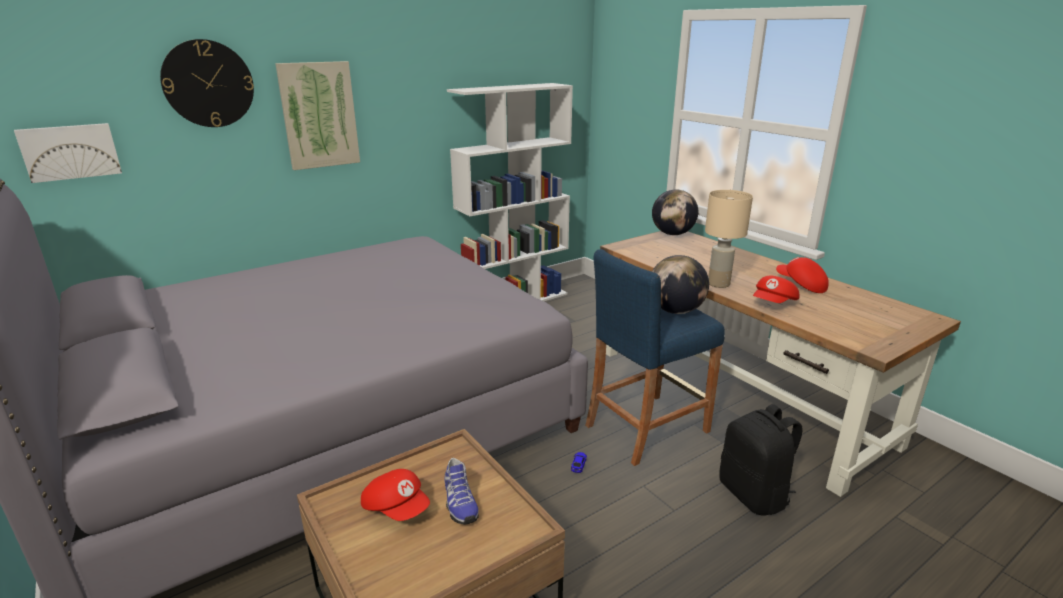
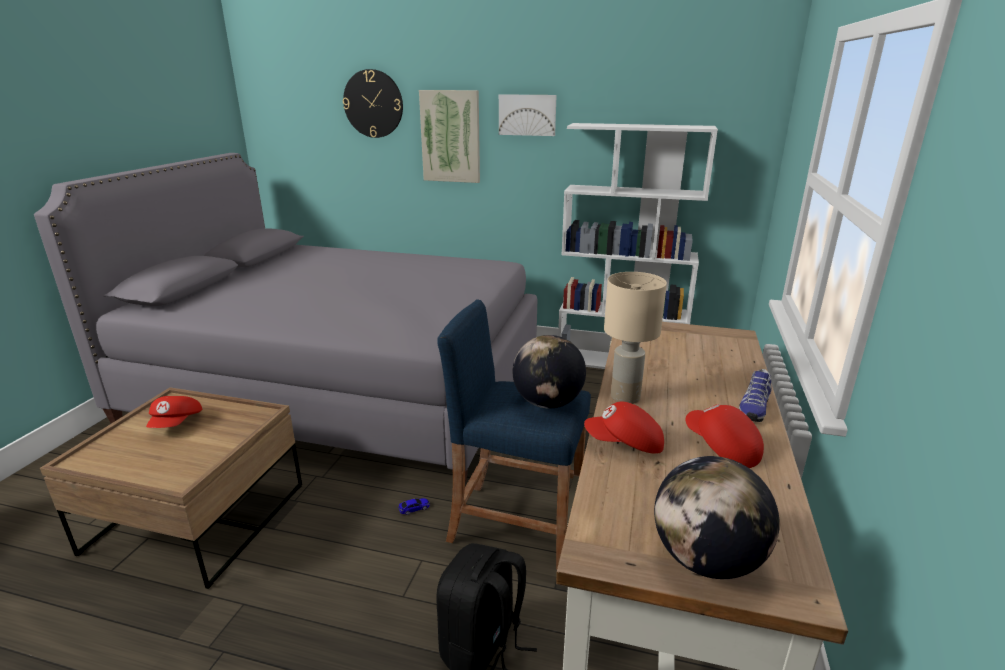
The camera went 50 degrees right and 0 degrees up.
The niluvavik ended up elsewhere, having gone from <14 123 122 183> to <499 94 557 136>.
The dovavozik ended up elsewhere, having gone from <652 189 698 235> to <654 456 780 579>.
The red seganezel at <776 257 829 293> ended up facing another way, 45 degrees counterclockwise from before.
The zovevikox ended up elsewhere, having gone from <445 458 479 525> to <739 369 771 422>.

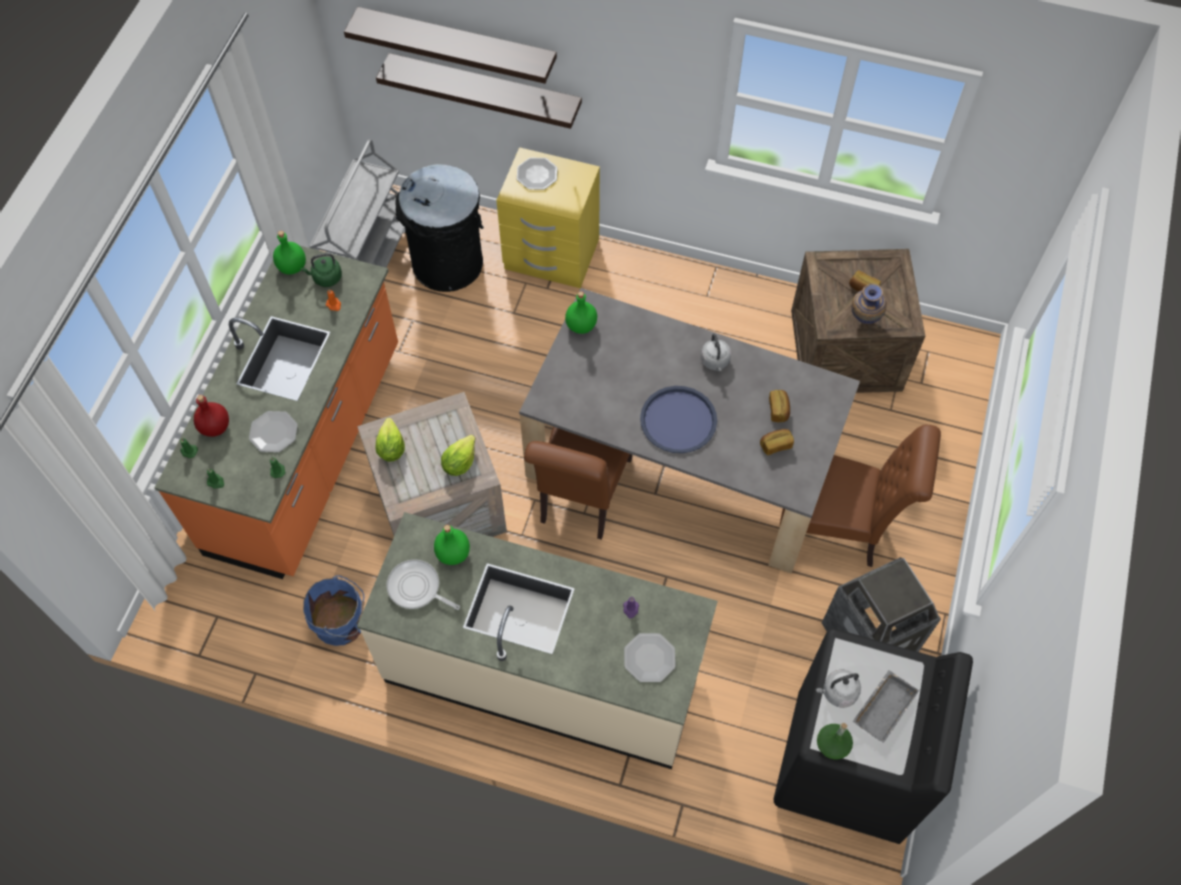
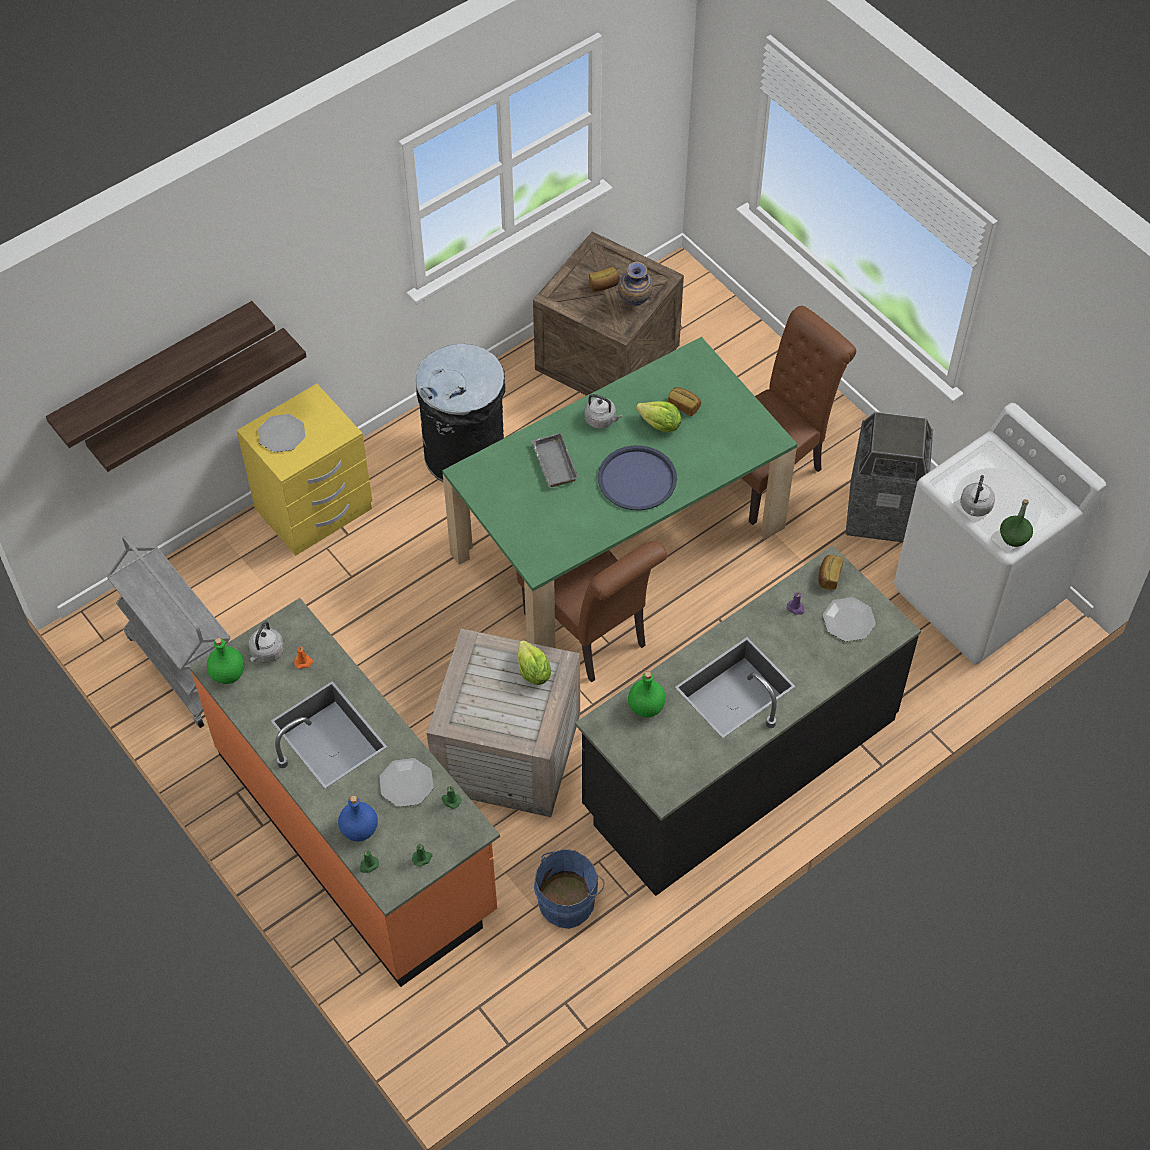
The camera went 55 degrees left and 5 degrees down.
The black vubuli ended up elsewhere, having gone from <395 164 484 292> to <416 344 506 482>.
What was the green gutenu at <301 253 342 287> turned into the grey gutenu at <249 621 284 663>.
What was the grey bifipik at <519 288 860 574> turned into the green bifipik at <442 337 797 648>.
The second view lost the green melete at <565 291 597 334>.
What was the red melete at <194 395 229 437> turned into the blue melete at <338 795 378 842>.
The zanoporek ended up elsewhere, having gone from <375 418 405 462> to <636 401 682 432>.
The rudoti ended up elsewhere, having gone from <760 429 794 455> to <818 555 843 590>.
What was the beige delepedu at <357 512 718 769> turned into the black delepedu at <575 545 921 896>.
The second view lost the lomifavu at <386 559 460 610>.
What was the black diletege at <774 628 973 844> turned into the white diletege at <894 403 1106 665>.
The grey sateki ended up elsewhere, having gone from <853 670 919 743> to <531 433 579 487>.

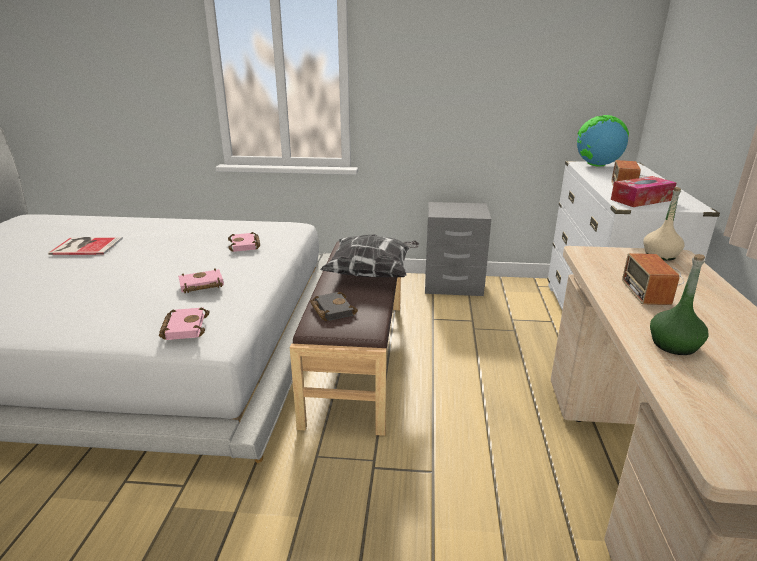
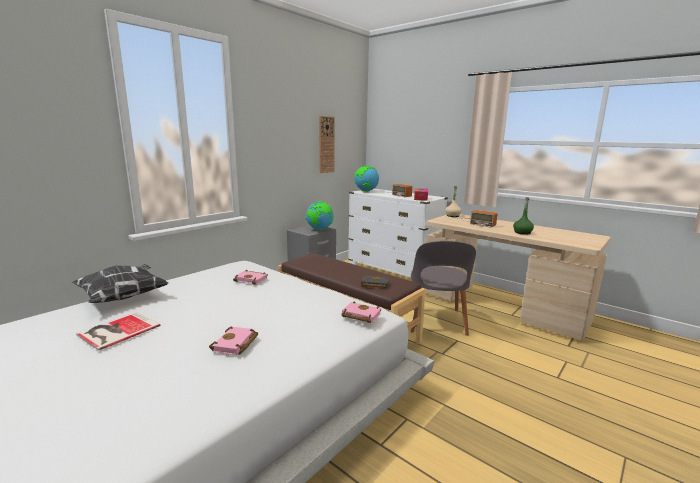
The camera went 55 degrees left and 10 degrees down.
The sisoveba ended up elsewhere, having gone from <320 234 419 277> to <71 264 168 303>.
The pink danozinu ended up elsewhere, having gone from <178 268 224 293> to <209 327 258 355>.
The second view gained the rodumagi at <319 116 335 173>.
The second view gained the dovavozik at <306 201 334 230>.
The second view gained the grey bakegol at <411 241 476 336>.

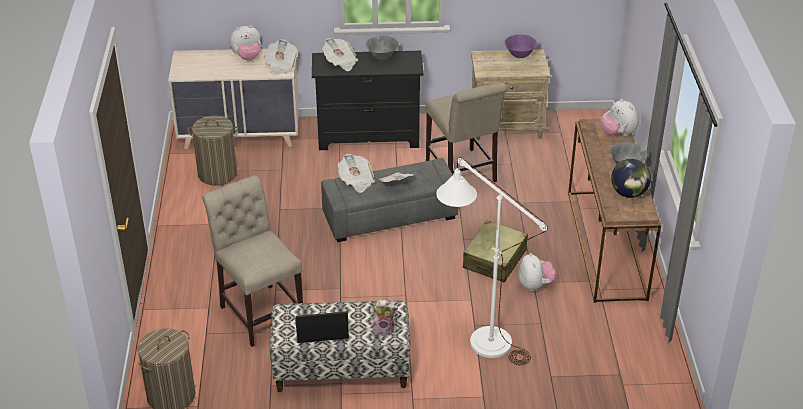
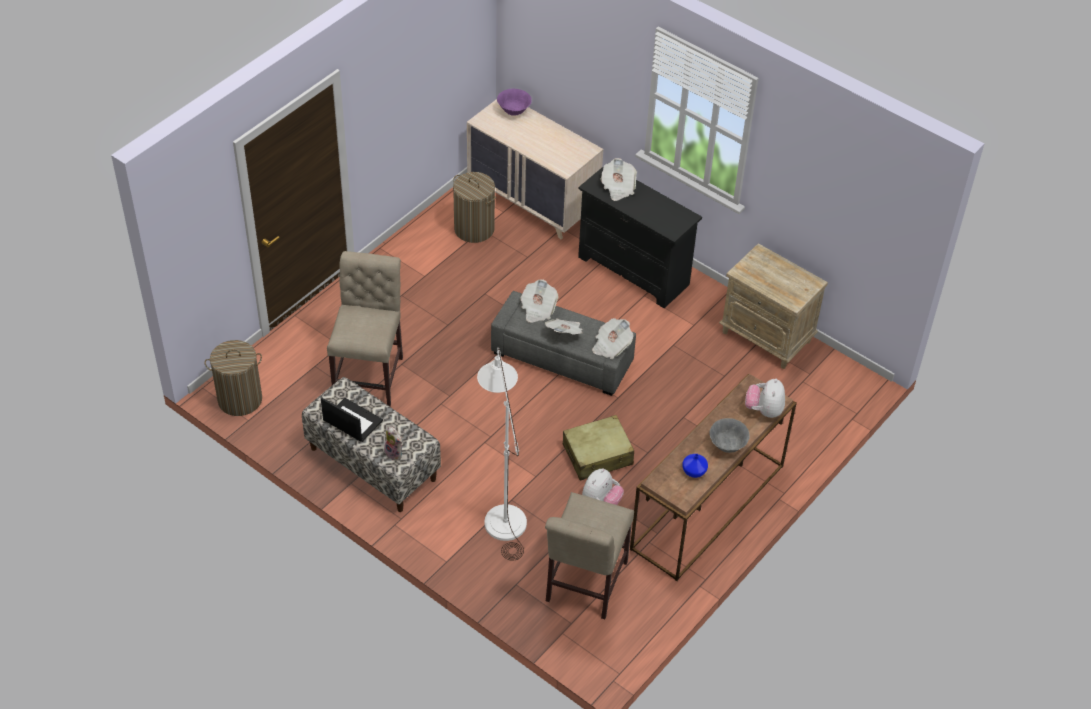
The camera went 40 degrees right and 10 degrees up.
The second view lost the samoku at <229 25 261 61>.
The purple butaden ended up elsewhere, having gone from <505 35 537 58> to <497 89 532 116>.
The second view lost the grey butaden at <366 36 399 60>.
The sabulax ended up elsewhere, having gone from <264 39 298 75> to <592 318 633 359>.
The beige bakegol ended up elsewhere, having gone from <426 83 507 182> to <545 492 634 619>.
Where the dovavozik stood at <611 159 651 198>, the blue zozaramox came to stand at <682 454 708 478>.

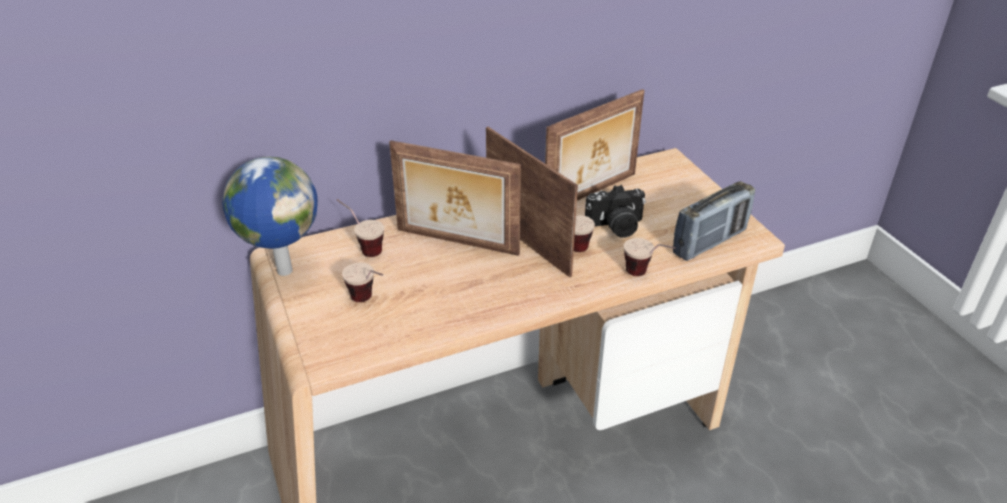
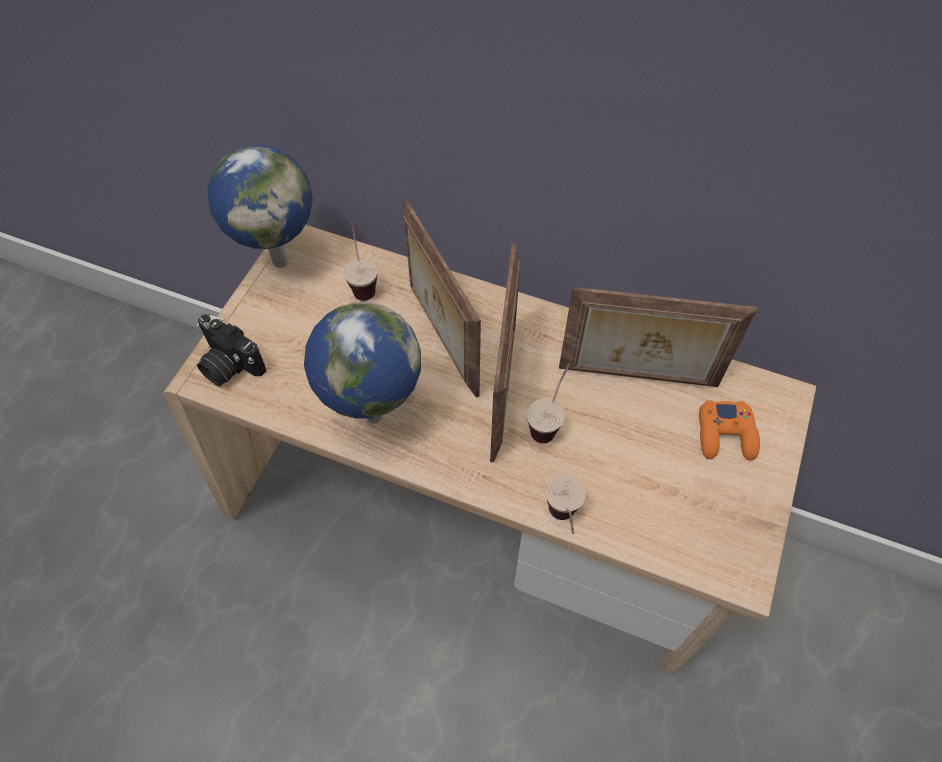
The camera went 45 degrees right and 20 degrees up.
The second view lost the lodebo at <673 181 755 261>.
The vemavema ended up elsewhere, having gone from <585 185 646 237> to <196 314 266 386>.
The second view lost the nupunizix at <342 263 383 302>.
The second view gained the dovavozik at <304 302 421 424>.
The second view gained the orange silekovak at <699 400 760 460>.

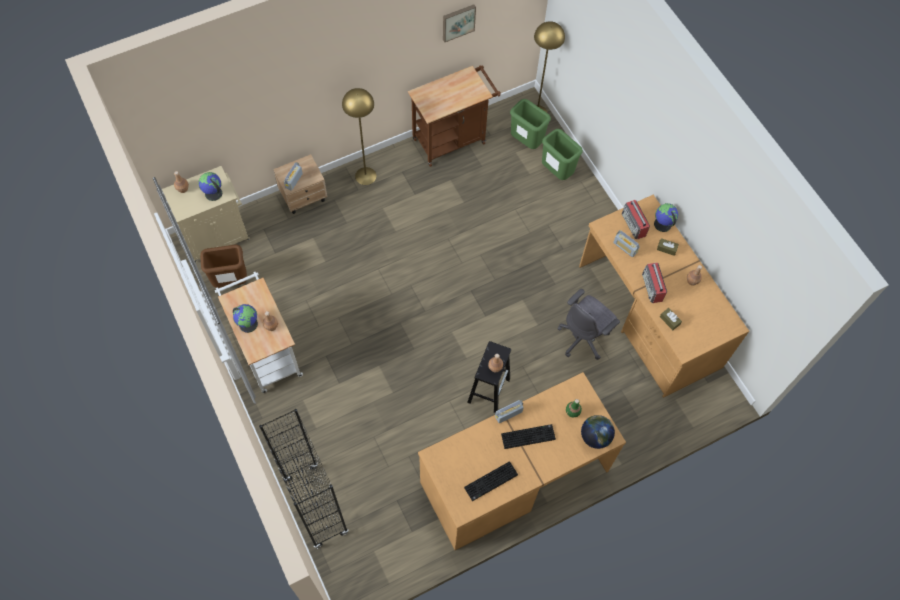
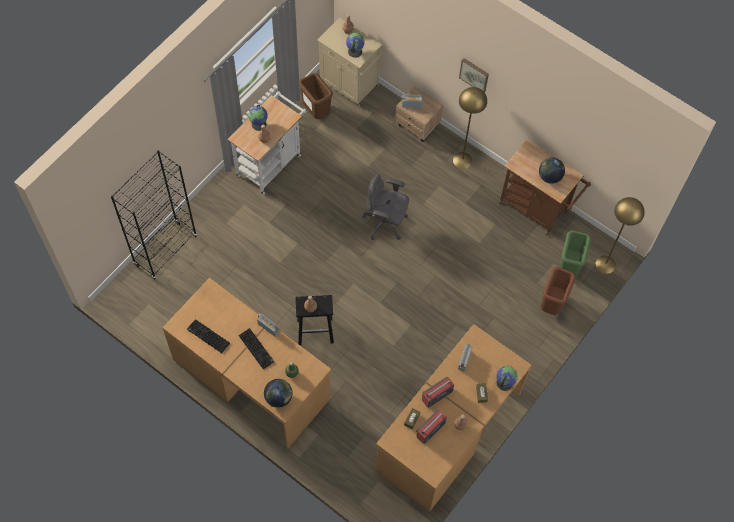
The camera went 65 degrees right and 0 degrees up.
The niluvavik ended up elsewhere, having gone from <443 4 476 42> to <459 58 489 93>.
What was the green vubuli at <542 129 583 180> turned into the brown vubuli at <541 267 576 315>.
The lodebo ended up elsewhere, having gone from <622 200 650 239> to <416 409 447 444>.
The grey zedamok ended up elsewhere, having gone from <558 289 620 360> to <362 174 409 240>.
The second view gained the dovavozik at <539 158 565 184>.

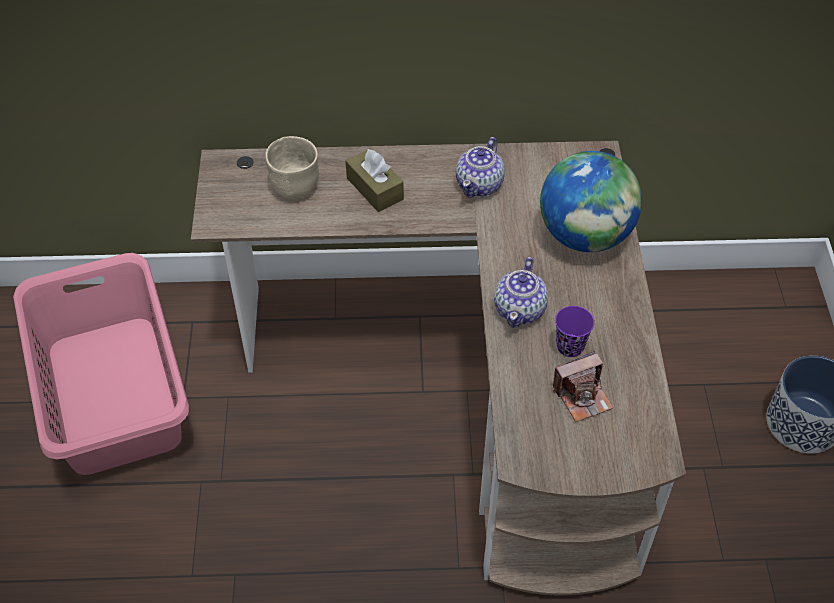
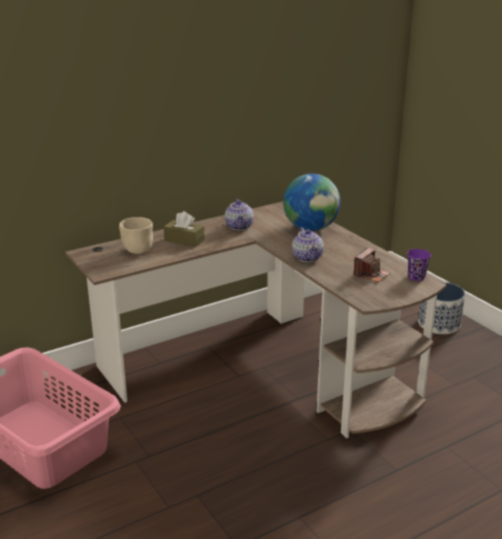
The camera went 30 degrees left and 25 degrees down.
The purple nupunizix ended up elsewhere, having gone from <555 306 594 357> to <407 249 431 281>.

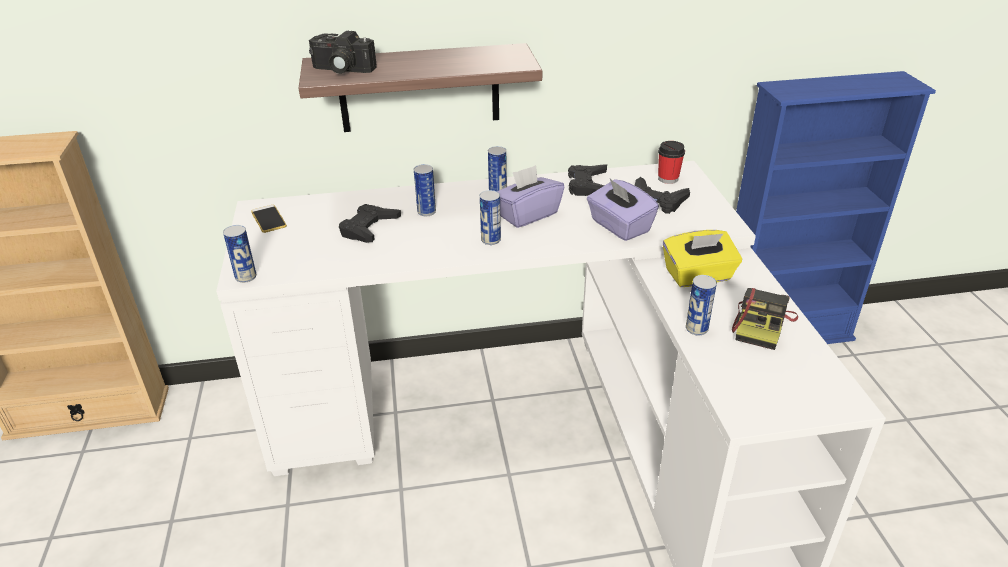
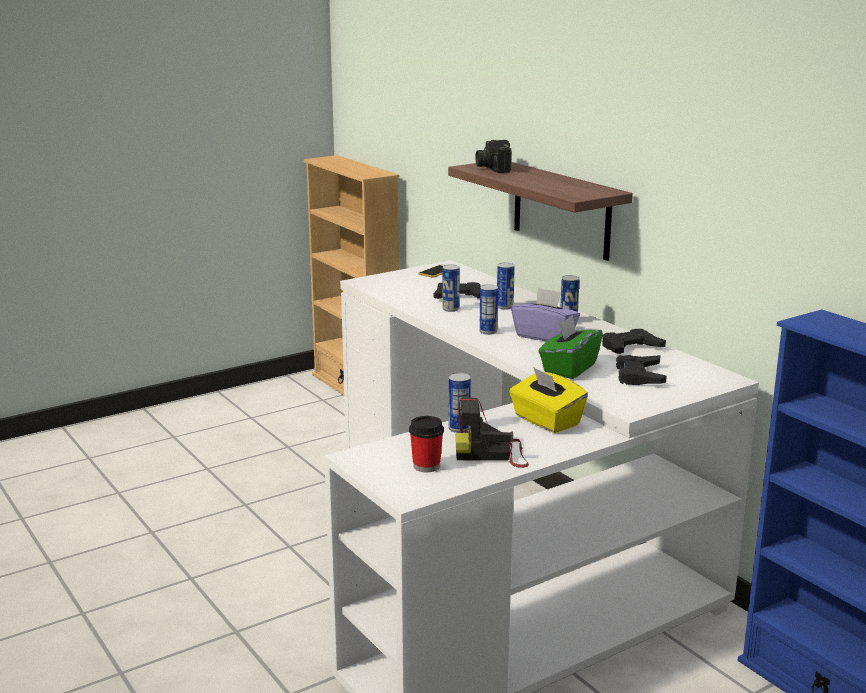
The camera went 65 degrees right and 15 degrees down.
The nupunizix ended up elsewhere, having gone from <658 141 685 184> to <409 416 444 472>.
What was the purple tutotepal at <587 179 659 241> turned into the green tutotepal at <538 315 603 379>.
The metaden ended up elsewhere, having gone from <223 225 256 283> to <442 265 460 312>.

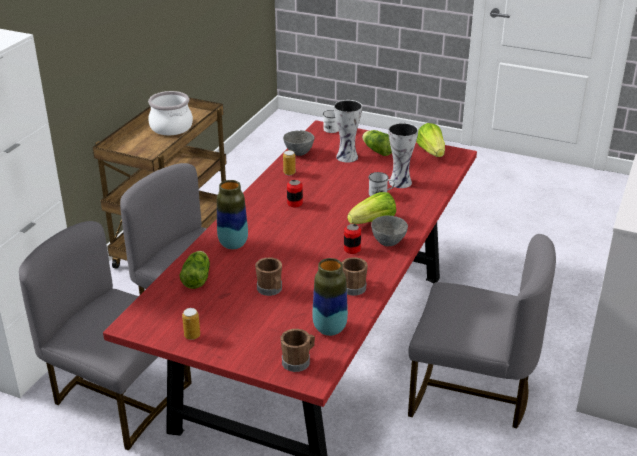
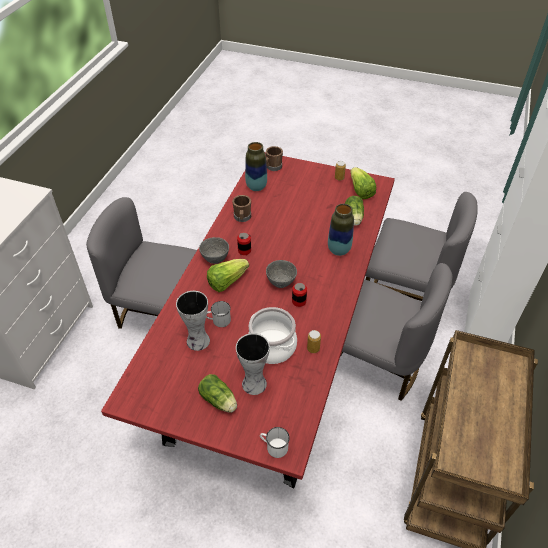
The camera went 175 degrees right and 15 degrees up.
The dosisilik ended up elsewhere, having gone from <148 91 193 135> to <248 307 297 364>.
The zanoporek ended up elsewhere, having gone from <416 123 445 157> to <350 167 376 199>.
The grey butaden ended up elsewhere, having gone from <283 130 314 156> to <266 260 297 288>.
The second view lost the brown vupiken at <255 258 282 296>.

